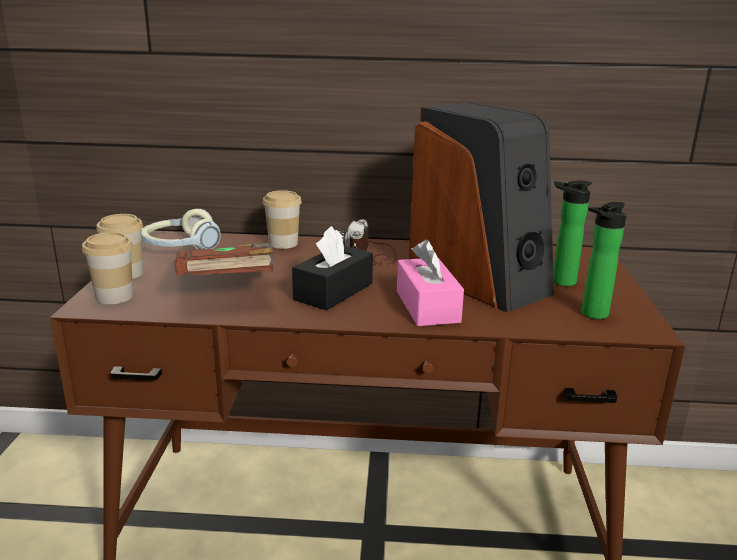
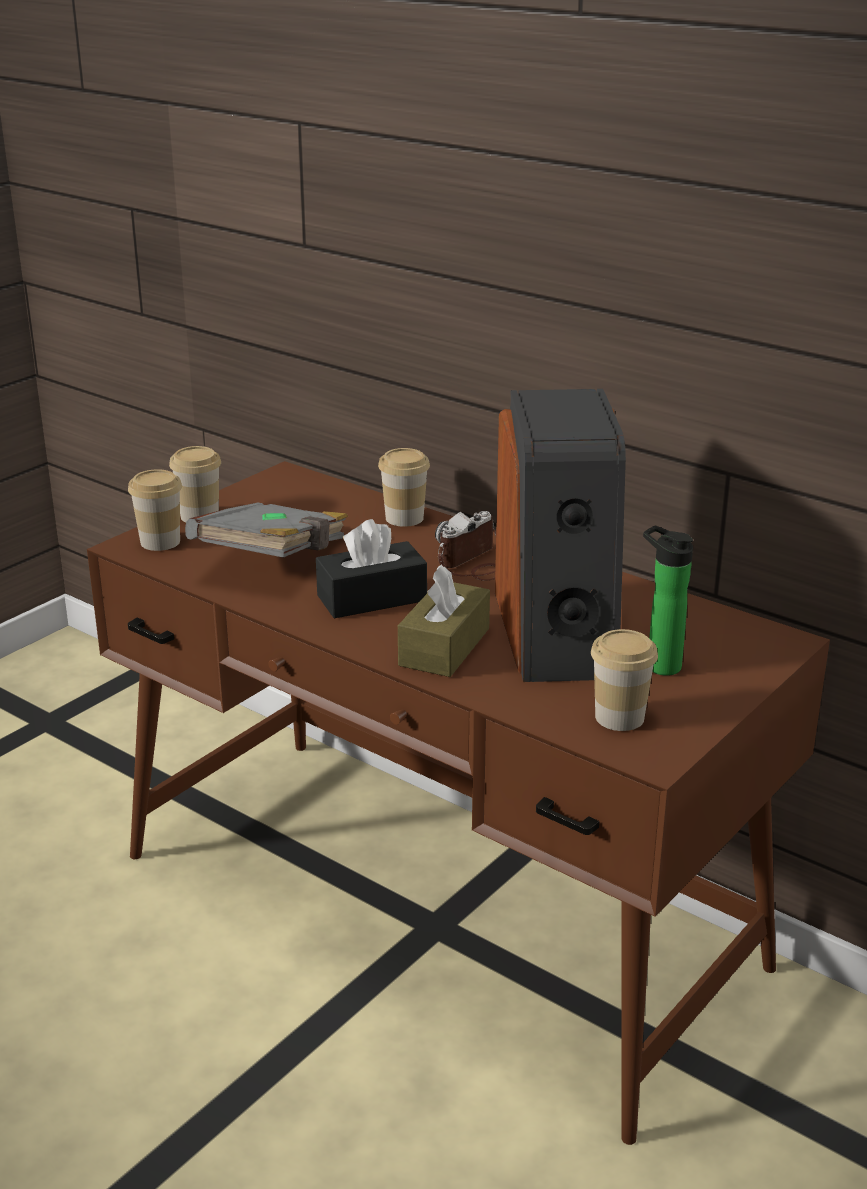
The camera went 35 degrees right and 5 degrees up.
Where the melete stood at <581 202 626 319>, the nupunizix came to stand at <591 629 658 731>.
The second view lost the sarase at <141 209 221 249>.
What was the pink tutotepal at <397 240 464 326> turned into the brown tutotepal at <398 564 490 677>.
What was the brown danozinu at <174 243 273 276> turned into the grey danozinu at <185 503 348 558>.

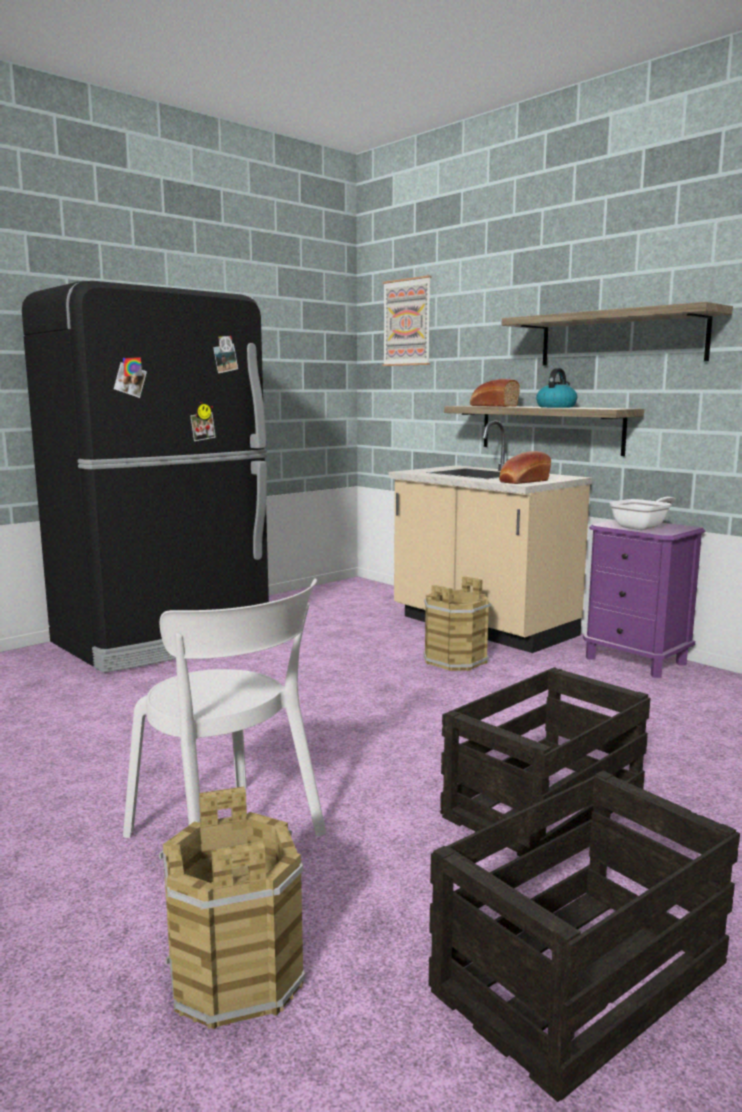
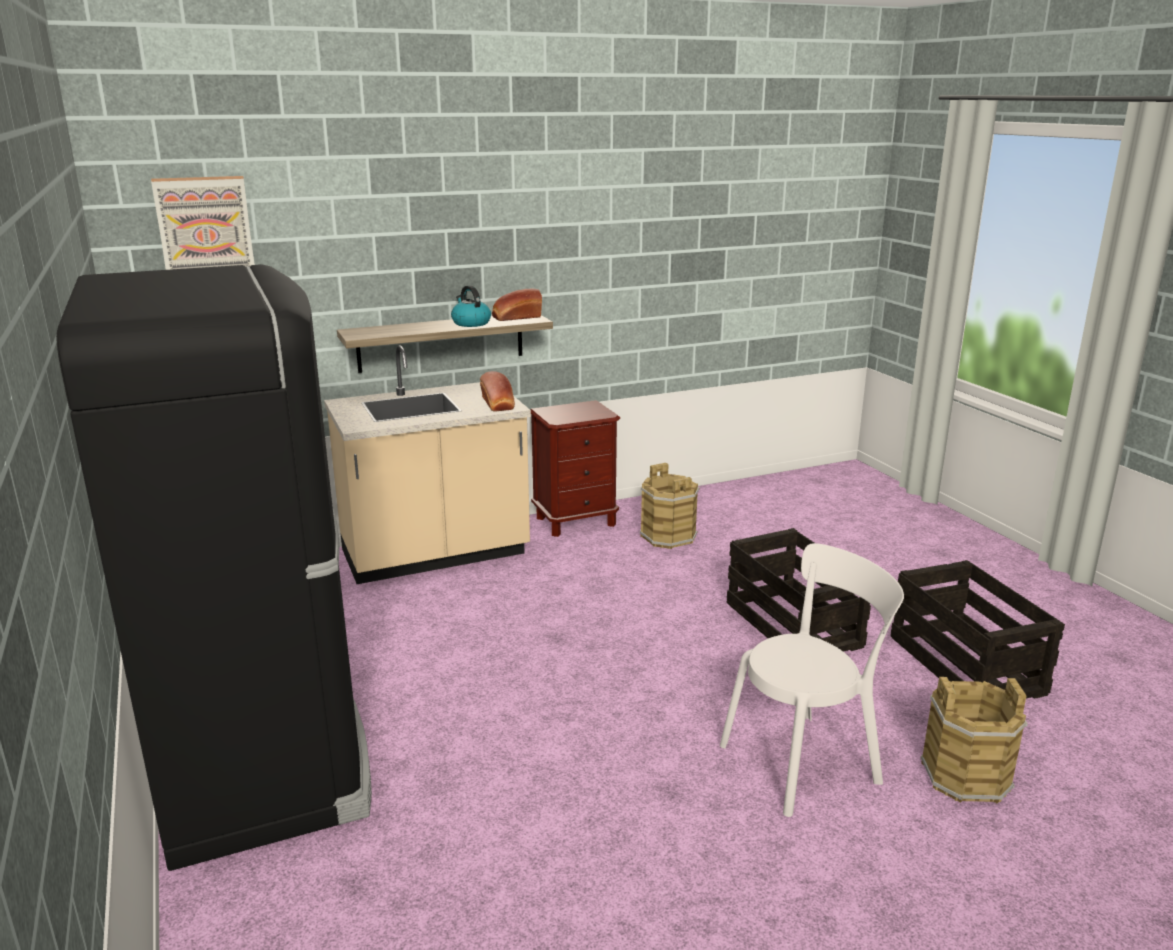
The camera went 70 degrees left and 10 degrees up.
The second view lost the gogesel at <502 302 733 366>.
The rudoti ended up elsewhere, having gone from <470 379 520 407> to <492 289 542 321>.
The second view lost the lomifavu at <609 497 676 530>.
What was the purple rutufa at <583 520 705 678> turned into the brown rutufa at <531 400 620 537>.
The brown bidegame ended up elsewhere, having gone from <423 576 491 671> to <640 463 700 549>.

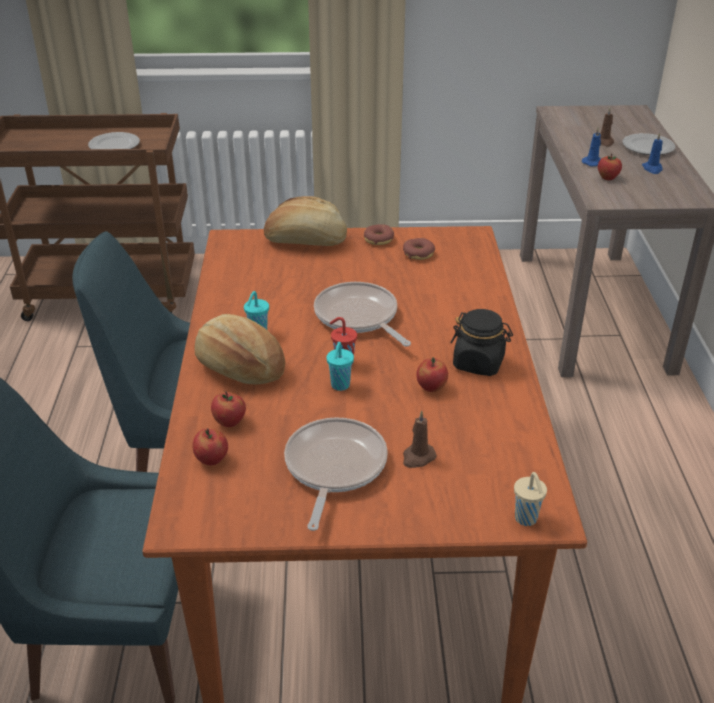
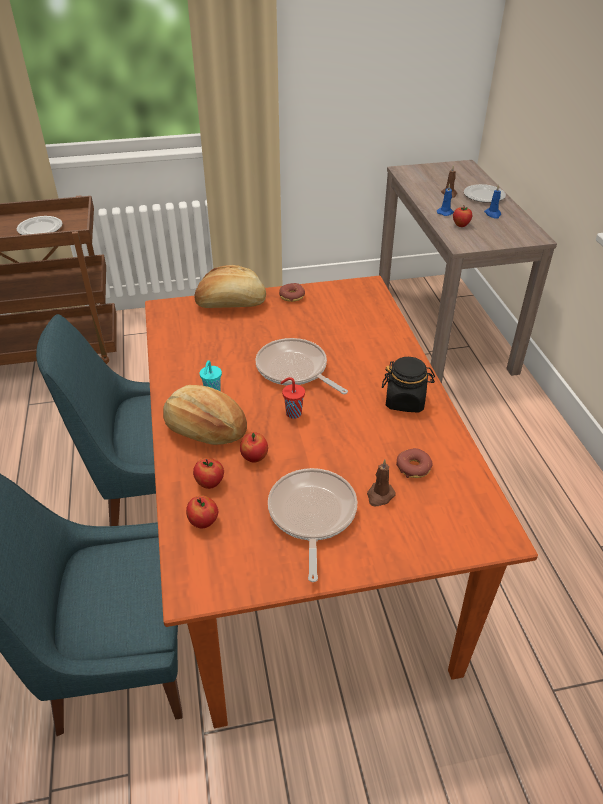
The camera went 10 degrees left and 5 degrees up.
The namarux ended up elsewhere, having gone from <403 238 435 260> to <396 448 432 478>.
The second view lost the turquoise nupunizix at <326 342 354 391>.
The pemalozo ended up elsewhere, having gone from <416 357 448 392> to <240 432 268 463>.
The second view lost the beige nupunizix at <514 472 547 526>.

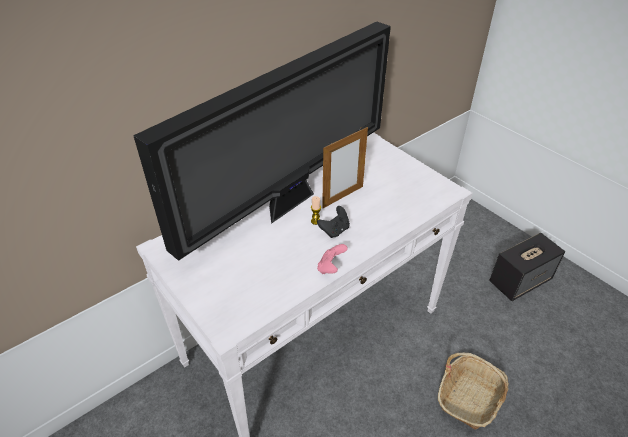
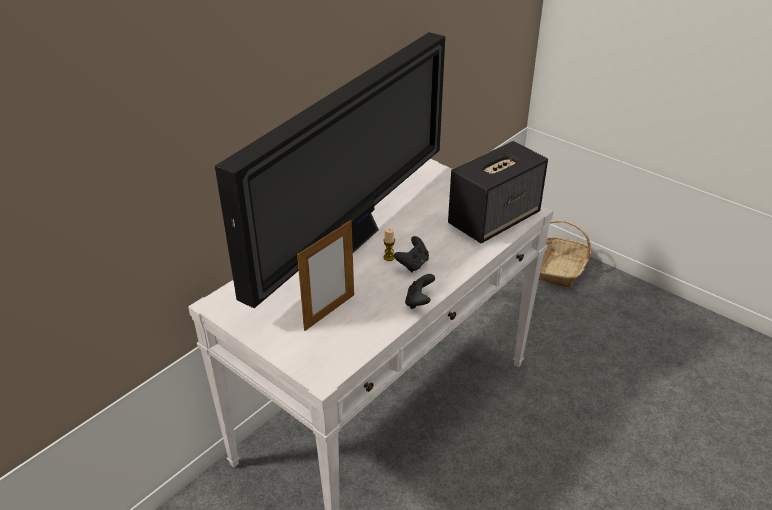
The camera went 10 degrees left and 5 degrees down.
The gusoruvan ended up elsewhere, having gone from <322 127 368 208> to <297 220 354 331>.
The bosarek ended up elsewhere, having gone from <489 233 565 301> to <448 141 548 243>.
What was the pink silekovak at <317 244 348 274> turned into the black silekovak at <405 274 435 309>.
The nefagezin ended up elsewhere, having gone from <438 352 509 430> to <539 220 591 288>.

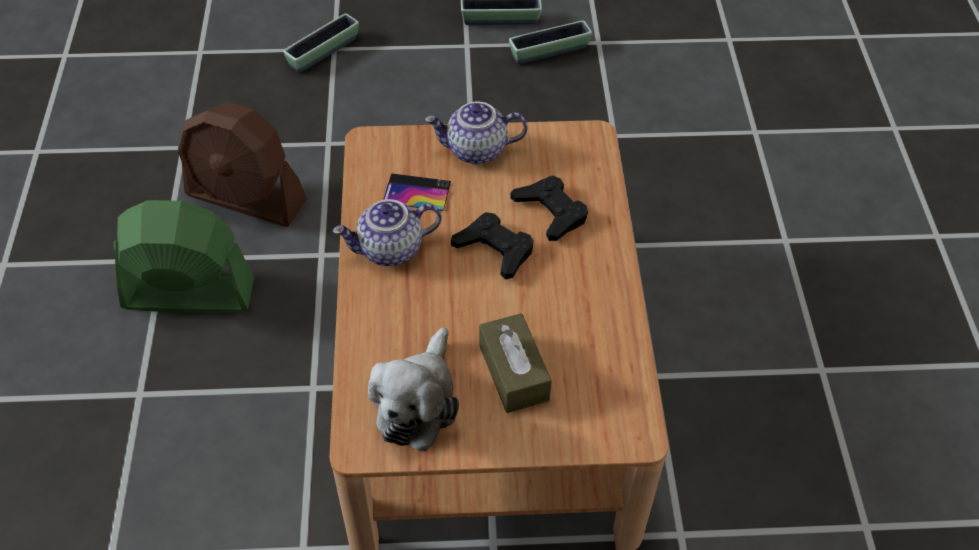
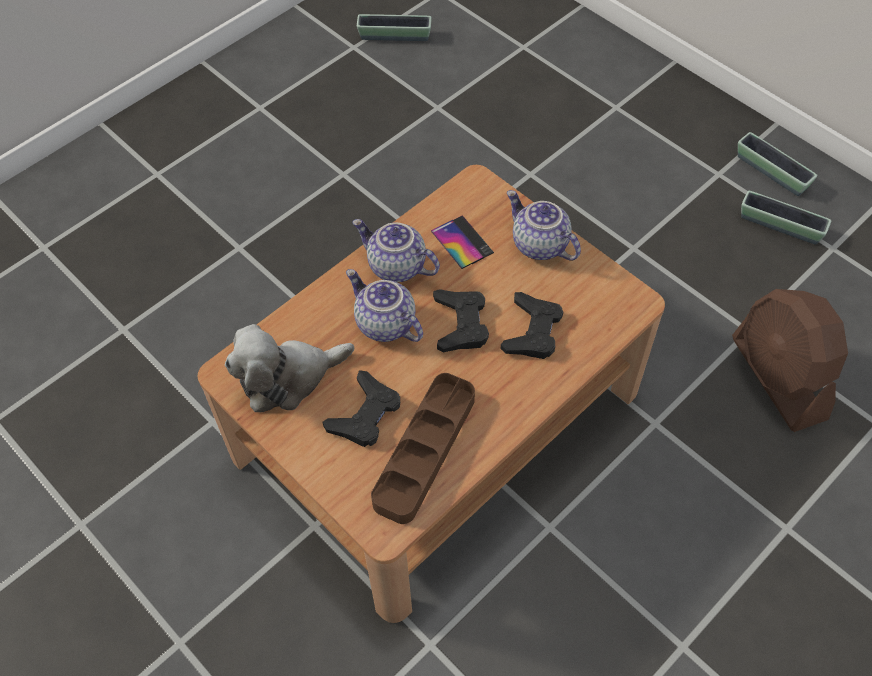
The camera went 50 degrees right and 5 degrees up.
The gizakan ended up elsewhere, having gone from <283 13 359 73> to <357 14 431 41>.
The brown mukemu ended up elsewhere, having gone from <178 101 307 227> to <732 289 848 432>.
The second view lost the green mukemu at <114 200 254 313>.
Where the brown tutotepal stood at <479 313 552 413>, the black silekovak came to stand at <322 370 400 447>.
The second view gained the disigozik at <346 269 423 342>.
The second view gained the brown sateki at <371 373 475 524>.

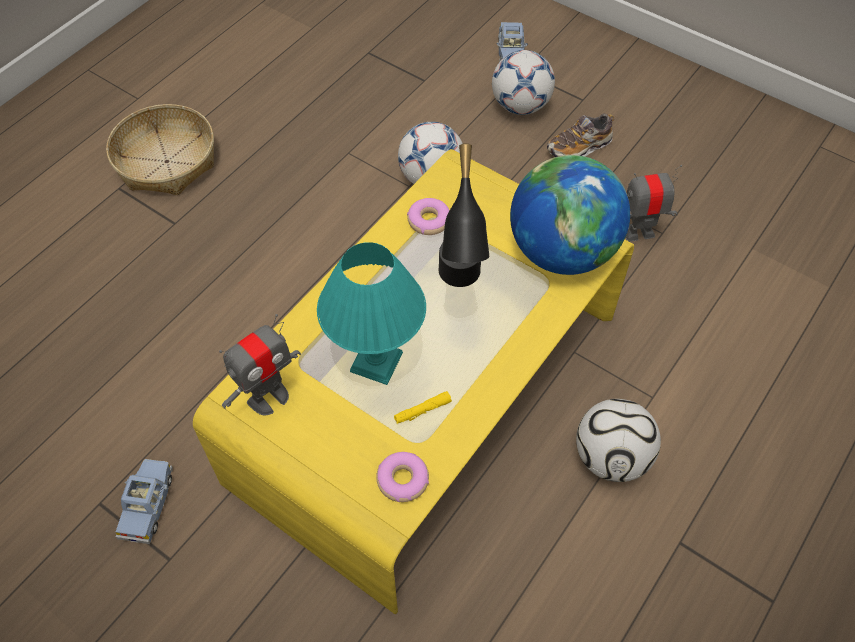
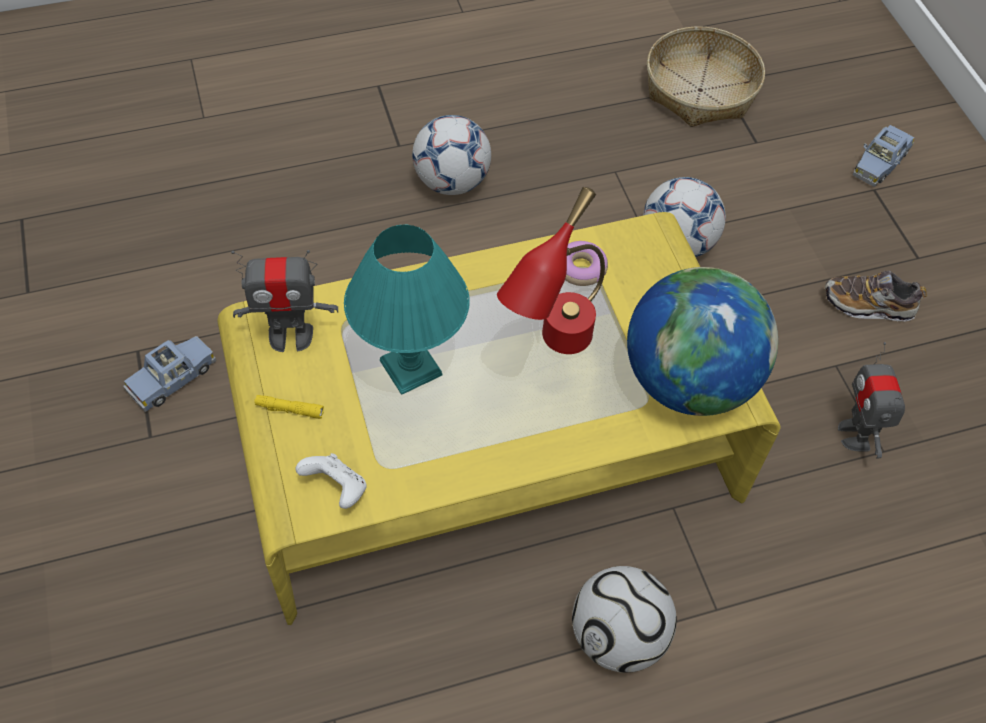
The camera went 35 degrees right and 0 degrees up.
The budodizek ended up elsewhere, having gone from <492 50 555 115> to <412 115 491 195>.
The nefagezin ended up elsewhere, having gone from <106 104 214 195> to <647 26 765 127>.
What was the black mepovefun at <439 143 489 287> turned into the red mepovefun at <497 187 605 354>.
The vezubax at <626 165 682 242> ended up facing another way, 120 degrees counterclockwise from before.
The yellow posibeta ended up elsewhere, having gone from <394 391 452 424> to <254 395 324 419>.
Where the namarux stood at <376 452 429 502>, the white silekovak came to stand at <296 453 367 509>.

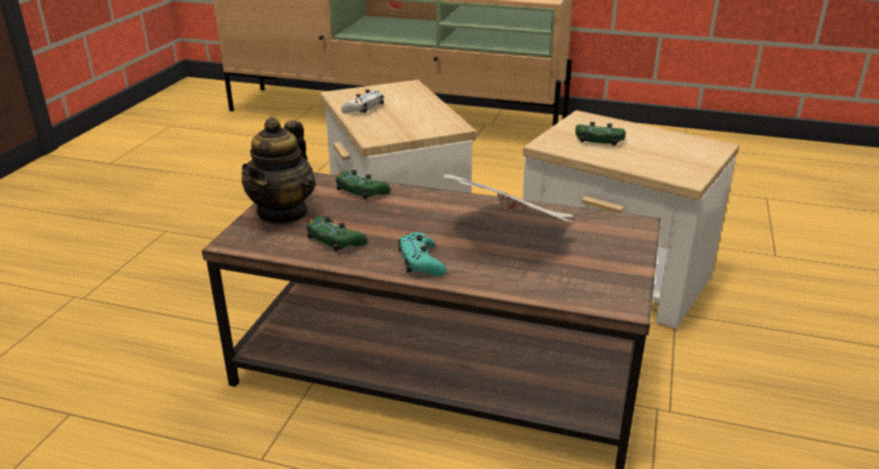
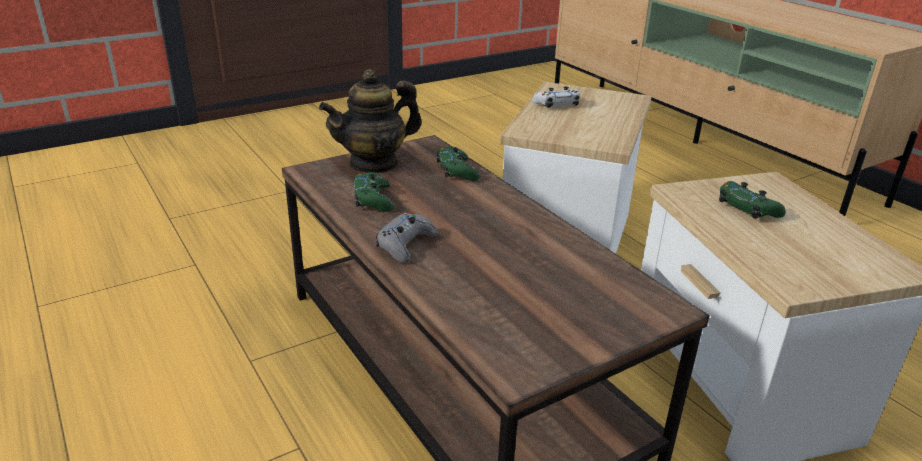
The camera went 40 degrees right and 0 degrees up.
The second view lost the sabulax at <443 174 573 223>.
What was the turquoise silekovak at <398 232 447 276> turned into the grey silekovak at <376 212 438 263>.

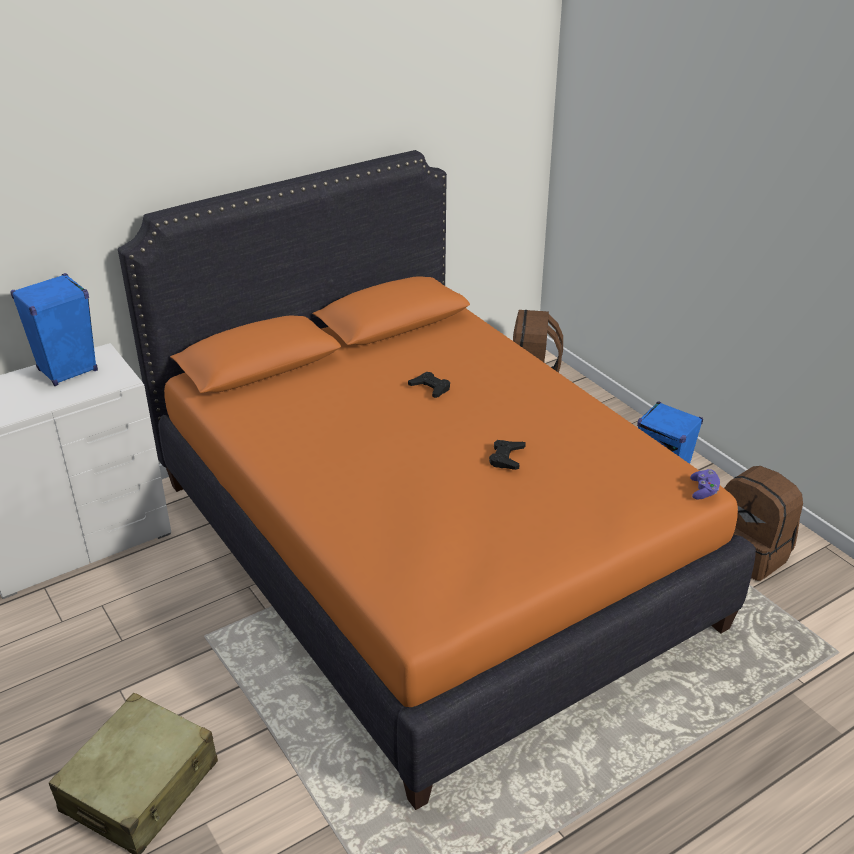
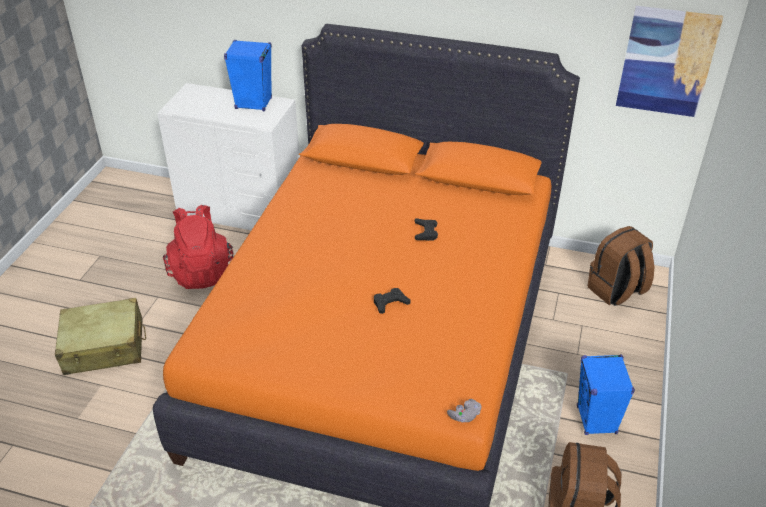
The camera went 50 degrees right and 5 degrees up.
What was the purple silekovak at <690 469 720 499> turned into the grey silekovak at <447 399 481 423>.
The second view gained the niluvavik at <616 6 723 117>.
The second view gained the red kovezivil at <163 205 233 289>.

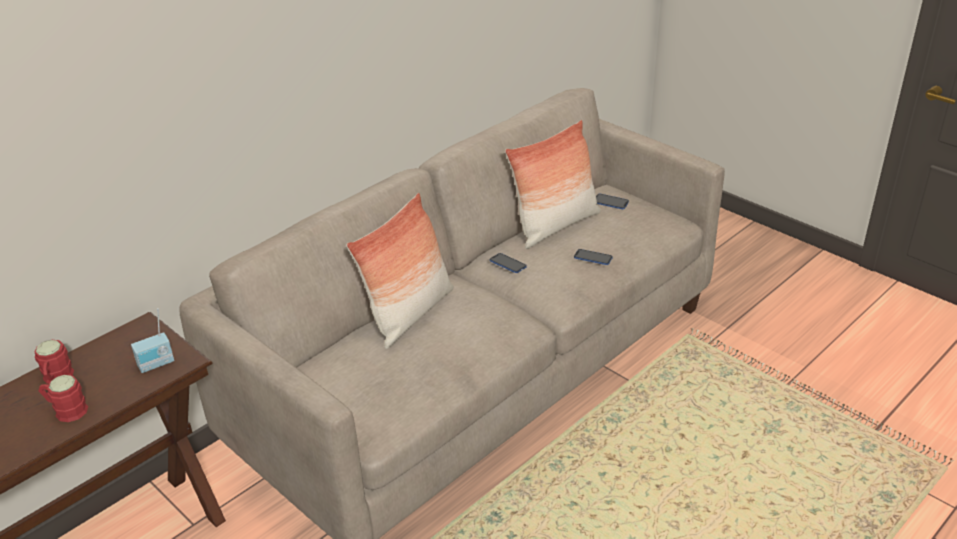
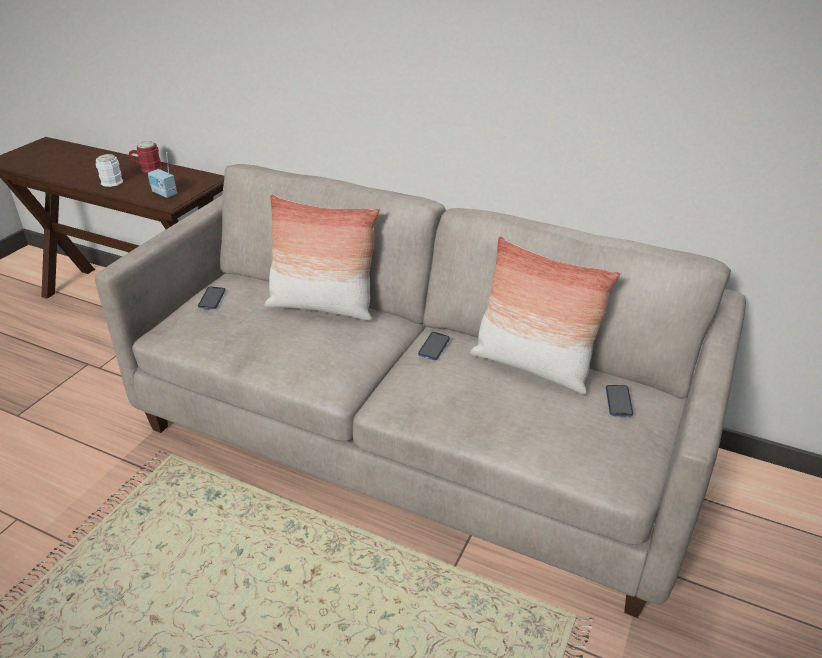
The camera went 70 degrees right and 0 degrees up.
The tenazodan ended up elsewhere, having gone from <574 249 613 265> to <198 287 226 309>.
What was the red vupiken at <39 375 88 422> turned into the white vupiken at <96 154 123 187>.

